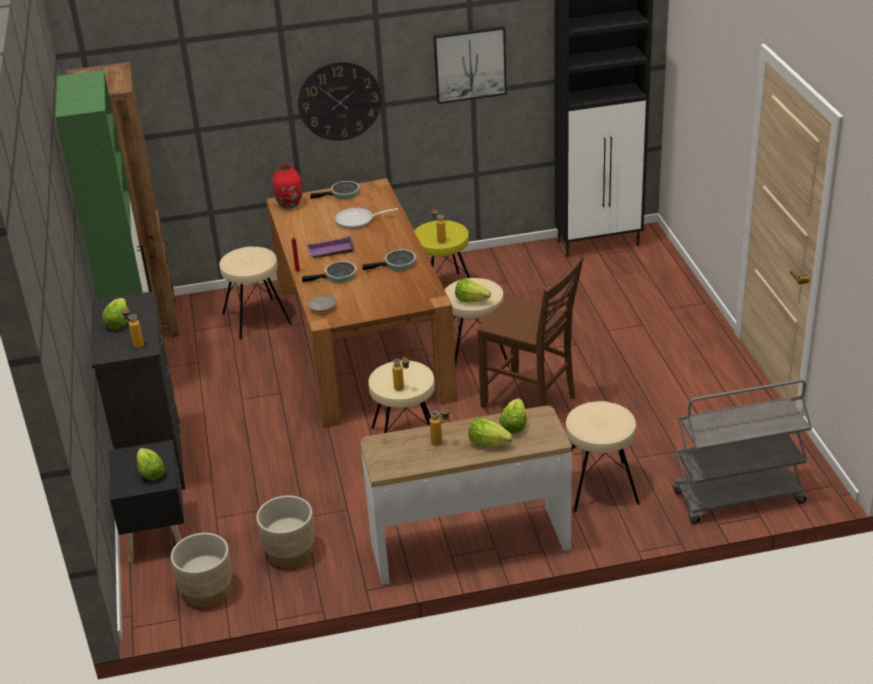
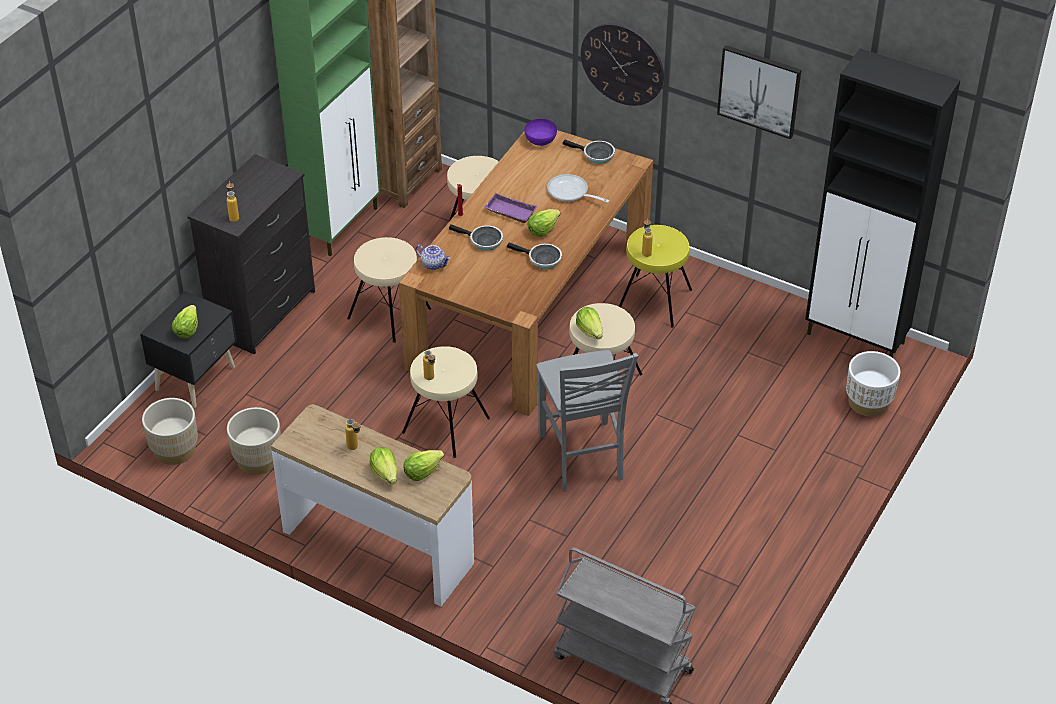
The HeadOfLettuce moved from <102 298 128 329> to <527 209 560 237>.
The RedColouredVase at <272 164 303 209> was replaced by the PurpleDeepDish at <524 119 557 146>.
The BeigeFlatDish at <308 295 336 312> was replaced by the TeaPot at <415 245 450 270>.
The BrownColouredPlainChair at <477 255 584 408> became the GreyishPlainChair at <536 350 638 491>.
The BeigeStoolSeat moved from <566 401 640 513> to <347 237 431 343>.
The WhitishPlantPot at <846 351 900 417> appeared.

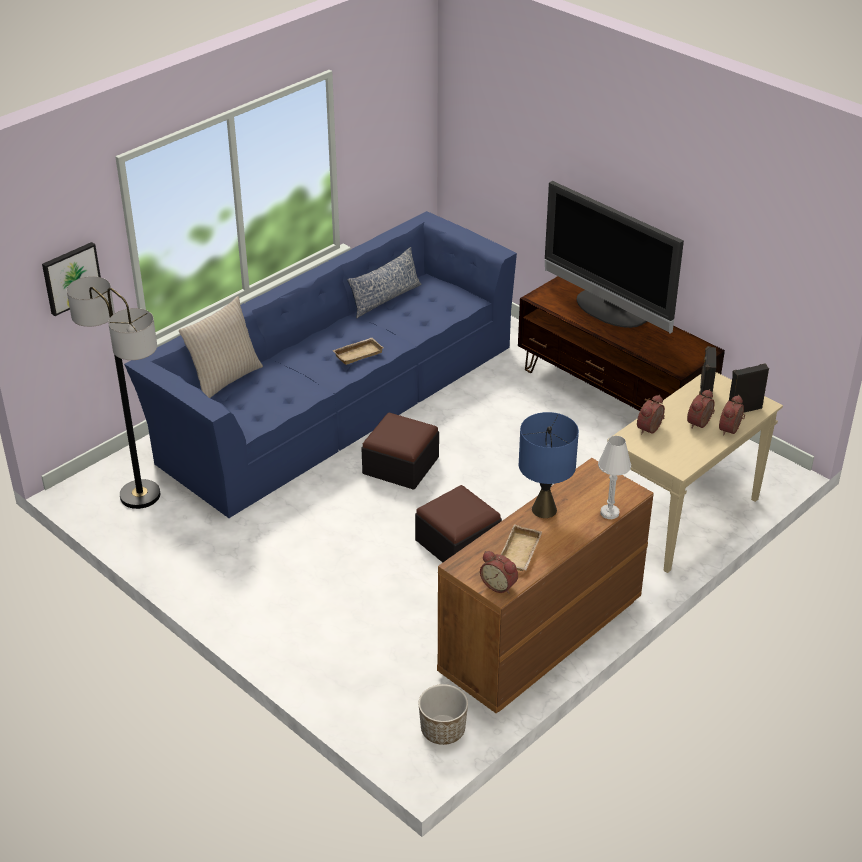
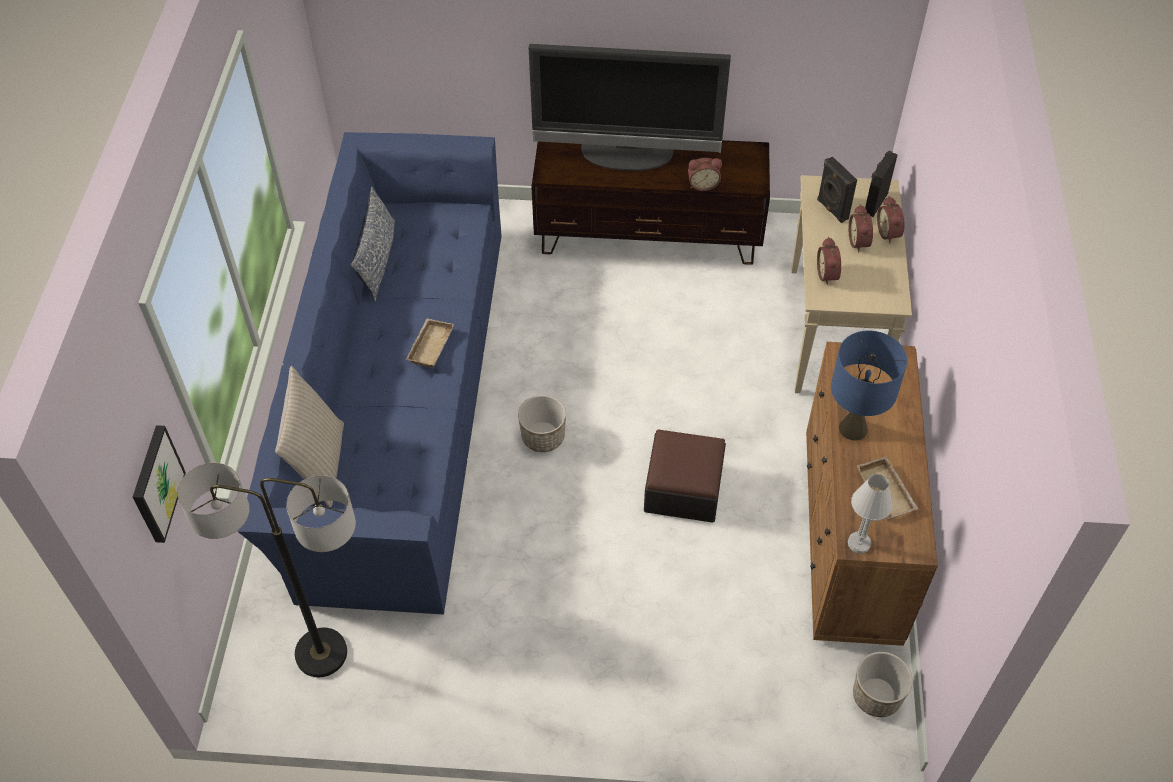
The Pouffe at <361 413 439 490> was replaced by the PlantPot at <518 395 566 452>.
The AlarmClock moved from <480 551 518 594> to <688 158 722 191>.
The WhitishTabletopLamp moved from <598 436 631 519> to <848 474 892 553>.

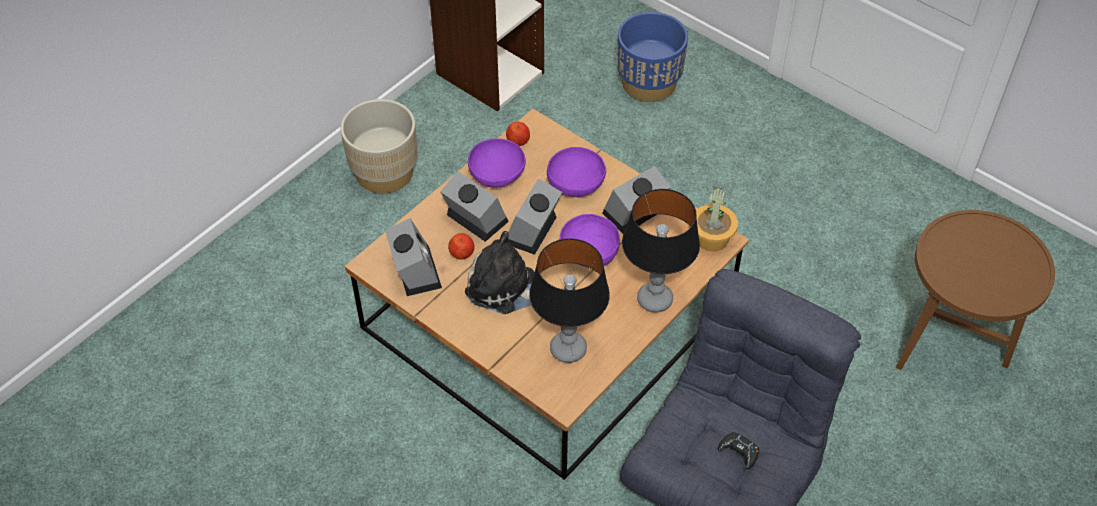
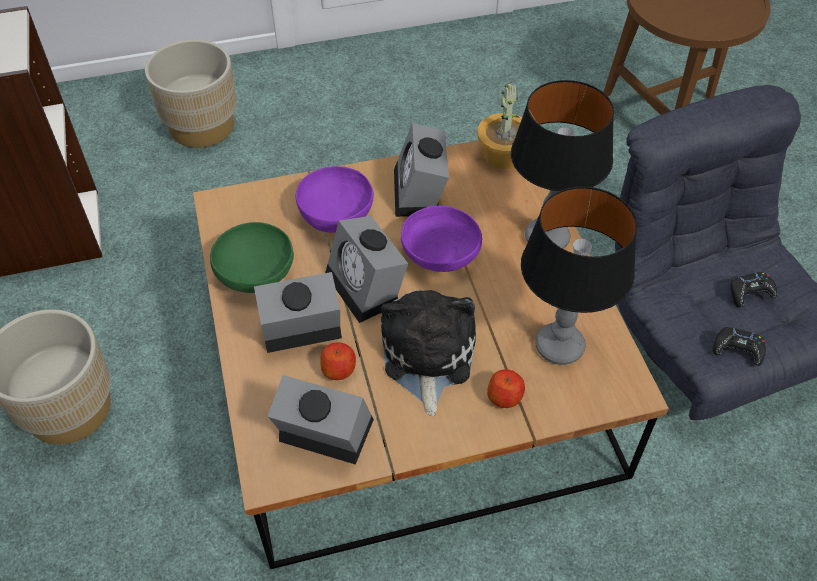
The PlushToy at <465 231 535 314> turned 120 degrees clockwise.
The PurpleDeepDish at <468 138 526 187> became the GreenColouredDeepDish at <210 222 294 293>.
The AppleFruit moved from <506 121 530 146> to <487 369 525 408>.
The BlueColouredPlantPot at <617 12 688 102> became the BeigePlantPot at <145 39 237 148>.
The BlackishGamepad at <713 327 766 366> appeared.

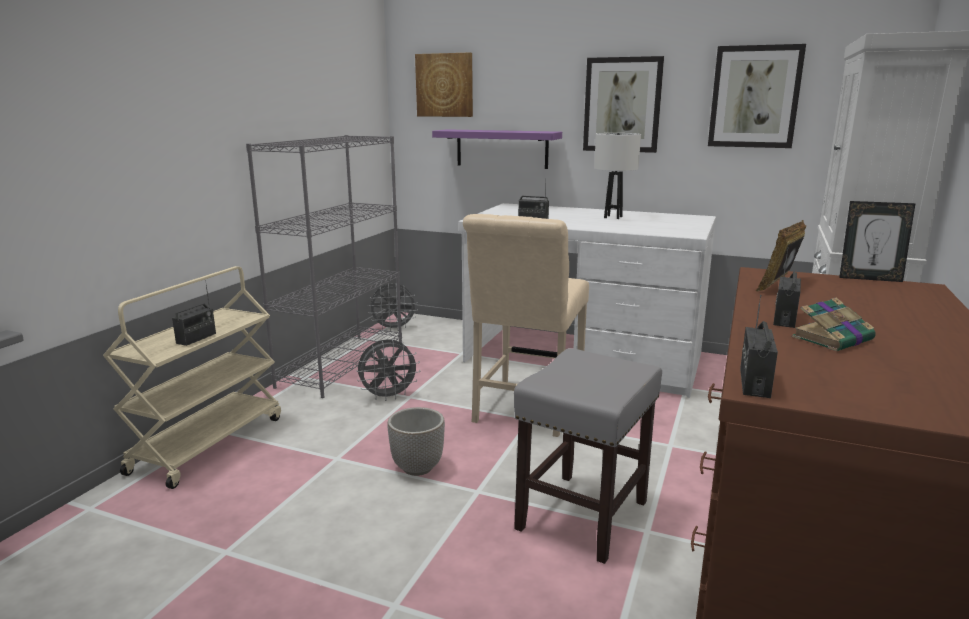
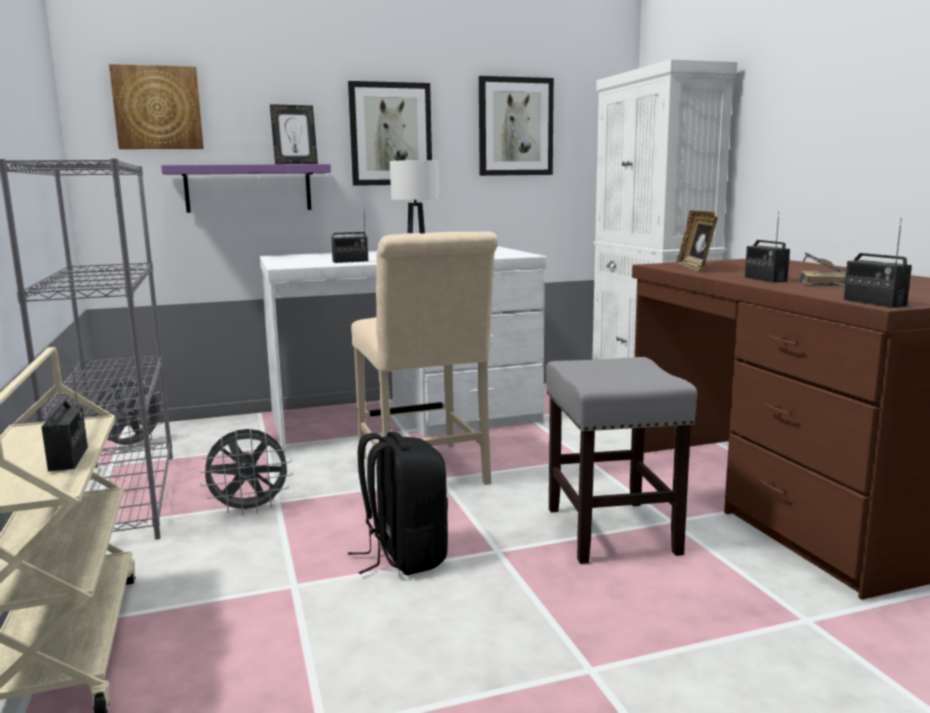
The GreyishElectricFan at <356 339 420 401> turned 45 degrees clockwise.
The PlantPot at <387 407 445 476> was replaced by the BlackishKnapsack at <348 432 448 575>.
The PictureFrame moved from <839 201 916 282> to <270 104 318 164>.

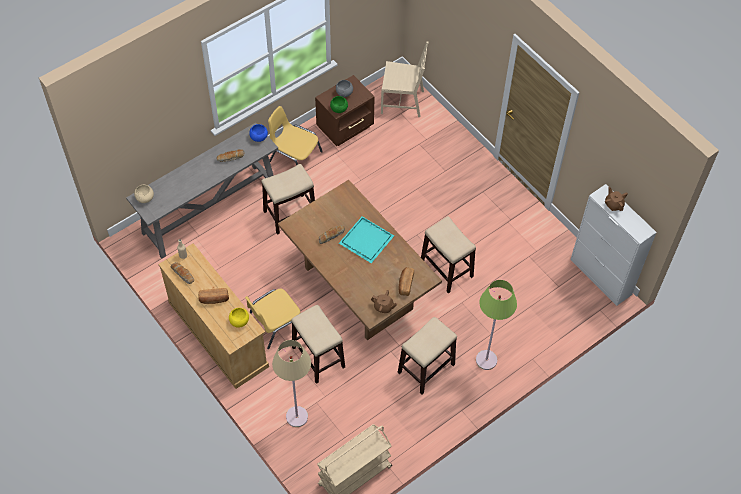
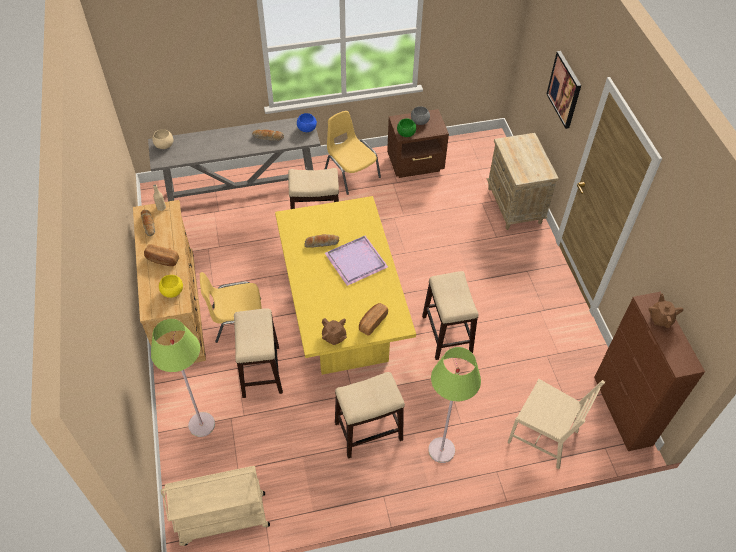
The BeigeFloorLamp at <272 340 311 427> became the GreenColouredFloorLamp at <151 319 215 437>.
The BrownColouredKitchenTable at <278 180 442 340> became the YellowColouredKitchenTable at <275 196 416 375>.
The BlueGreenServingTray at <339 216 394 263> became the PurpleServingTray at <325 235 388 286>.
The BeigePlainChair moved from <381 42 429 117> to <507 379 605 469>.
The WhitishCabinet at <570 184 657 306> became the BrownColouredCabinet at <594 292 705 451>.
The BeigeNightTable at <486 133 559 230> appeared.
The WallPicture at <547 51 581 129> appeared.

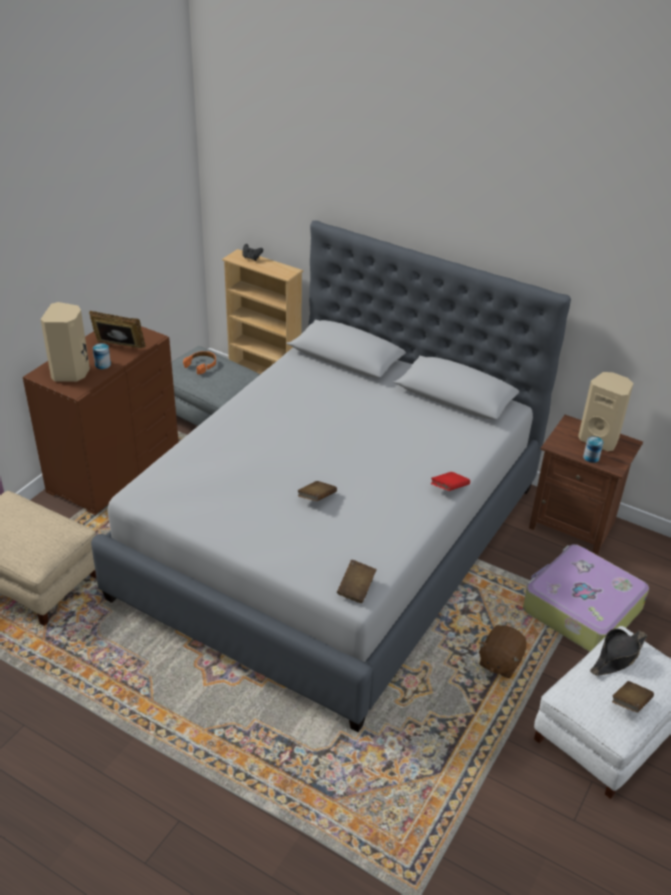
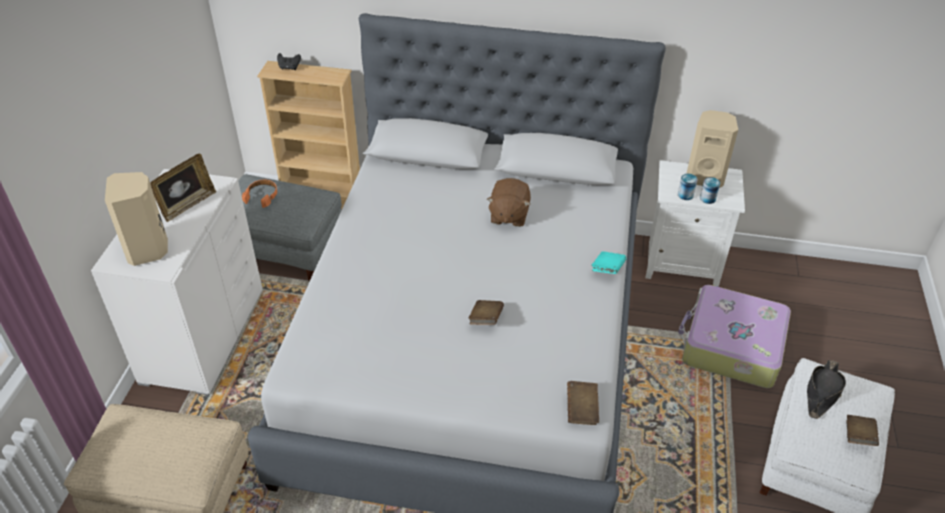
The BrownColouredDresser at <23 326 179 515> became the WhitishDresser at <91 169 263 395>.
The PictureFrame at <89 311 146 348> turned 135 degrees clockwise.
The MetalCan moved from <93 343 111 369> to <678 174 698 200>.
The RedColouredVolume at <431 472 470 491> became the BlueGreenVolume at <592 251 626 274>.
The BrownColouredPlushToy moved from <479 625 526 678> to <487 178 531 227>.
The BrownColouredNightTable at <529 415 643 555> became the WhitishNightTable at <645 160 745 287>.

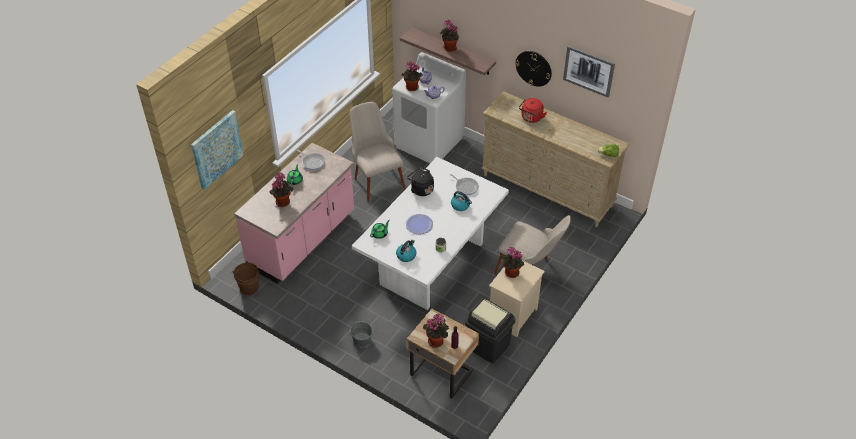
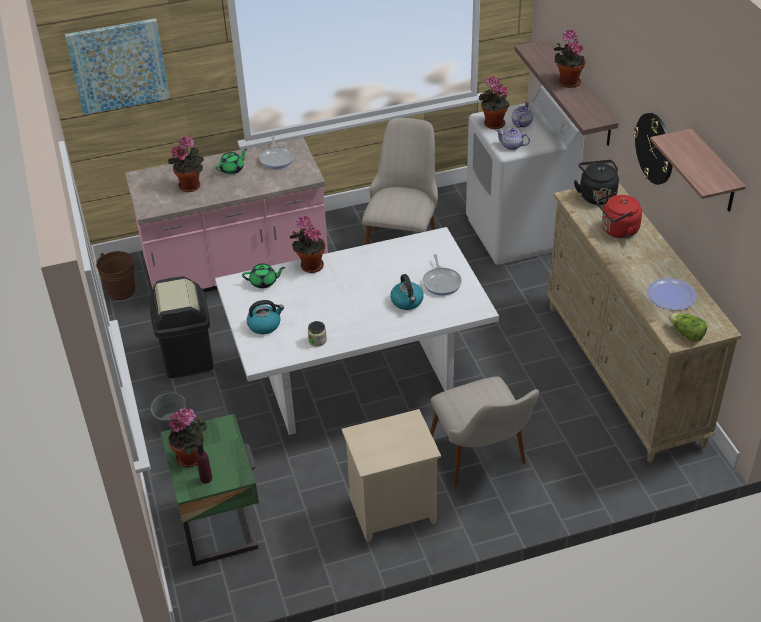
The FlatDish moved from <406 214 433 234> to <647 278 696 310>.
The BlackishKettle moved from <407 167 434 196> to <574 160 619 205>.
The BeigeNightTable at <407 309 479 399> became the GreenColouredNightTable at <161 414 259 566>.
The BlackishWasteBin moved from <465 299 515 364> to <149 276 214 378>.
The PlantInAPot moved from <501 246 525 278> to <290 216 325 273>.
The WallPicture at <563 45 615 98> was replaced by the Shelf at <650 128 746 212>.

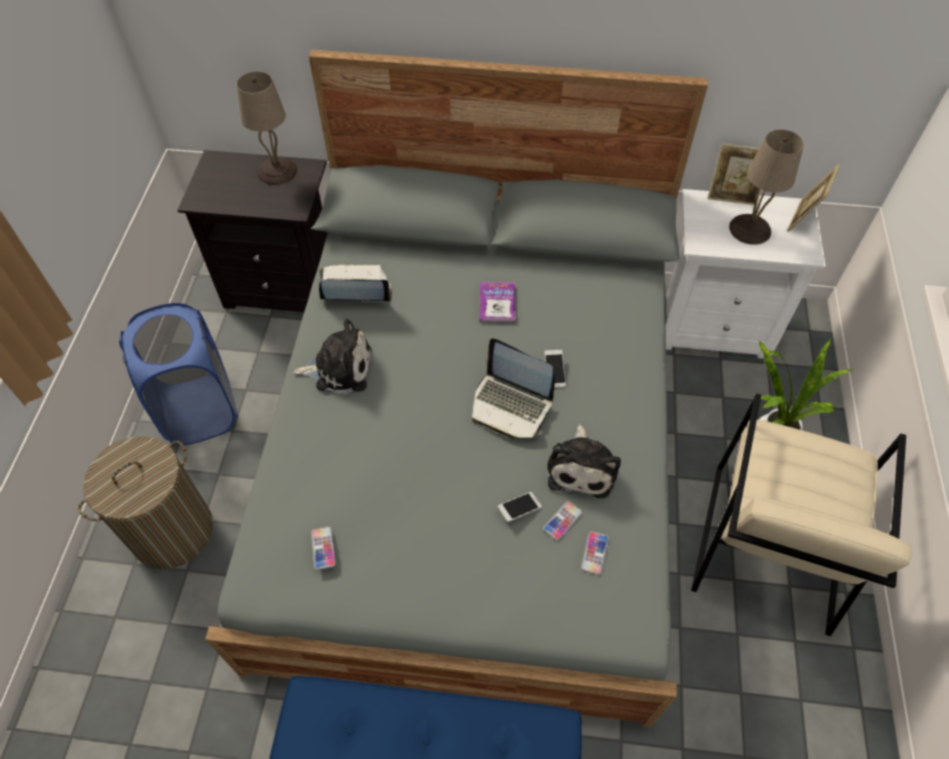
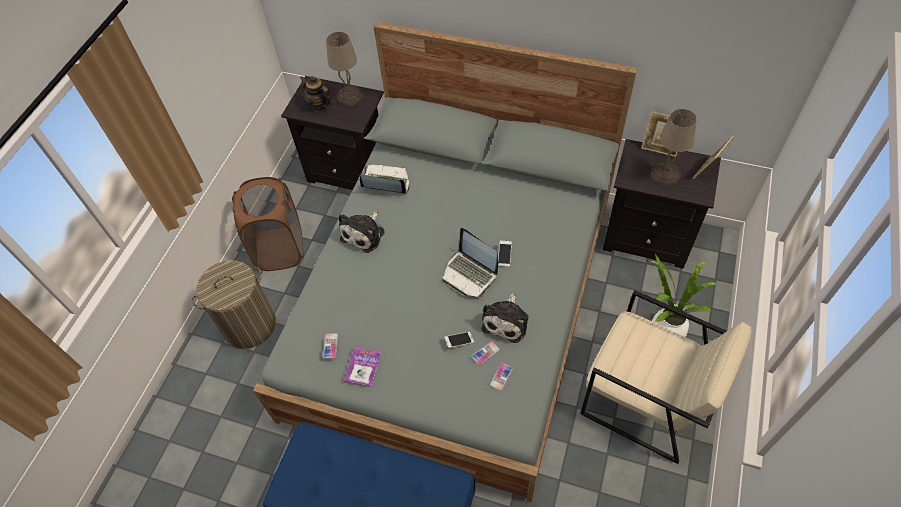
The BlueColouredLaundryBasket at <119 303 238 445> became the BrownColouredLaundryBasket at <232 177 304 271>.
The PlushToy at <293 319 372 395> turned 105 degrees clockwise.
The Volume moved from <480 282 516 322> to <344 347 381 387>.
The WhitishNightTable at <666 189 826 359> became the BlackishNightTable at <603 139 721 269>.
The BeigeArmchair at <691 393 912 636> turned 90 degrees counterclockwise.
The TeaPot at <300 76 333 111> appeared.

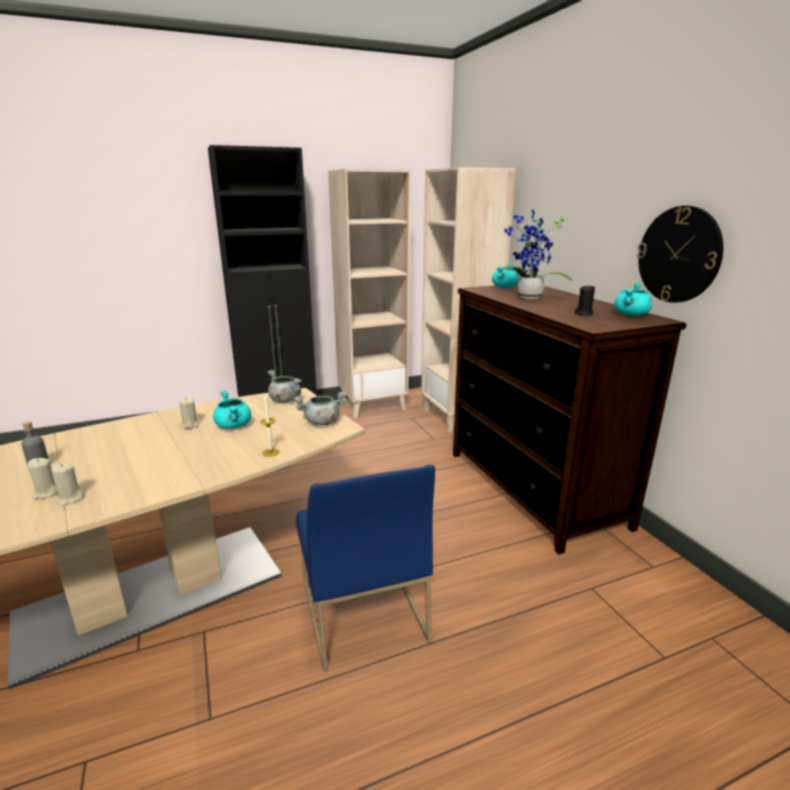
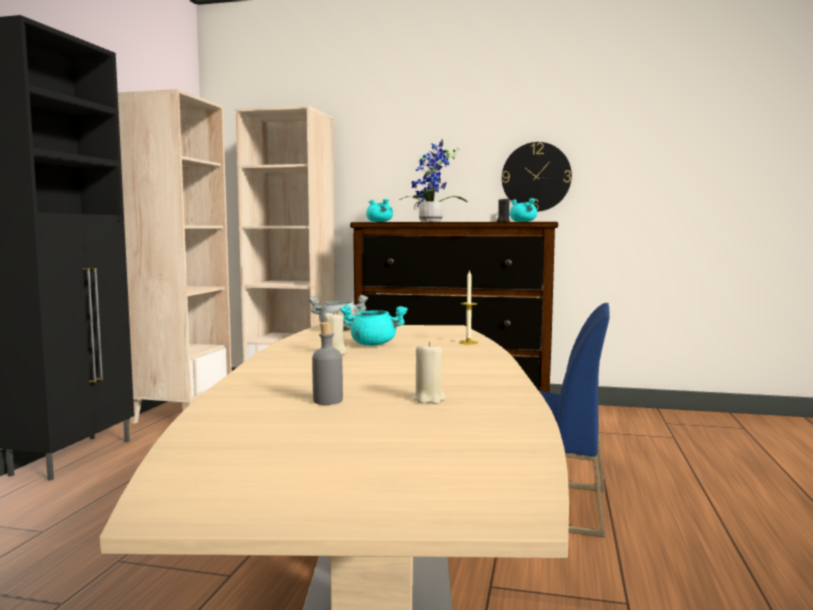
The BeigeWaxLight at <51 463 85 506> disappeared.
The GreyishCookingPot at <294 392 346 425> disappeared.

